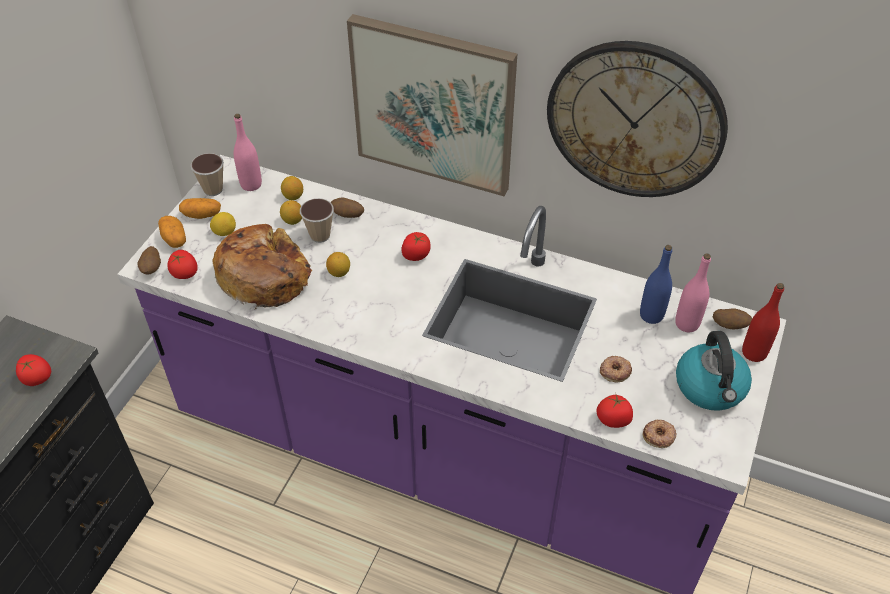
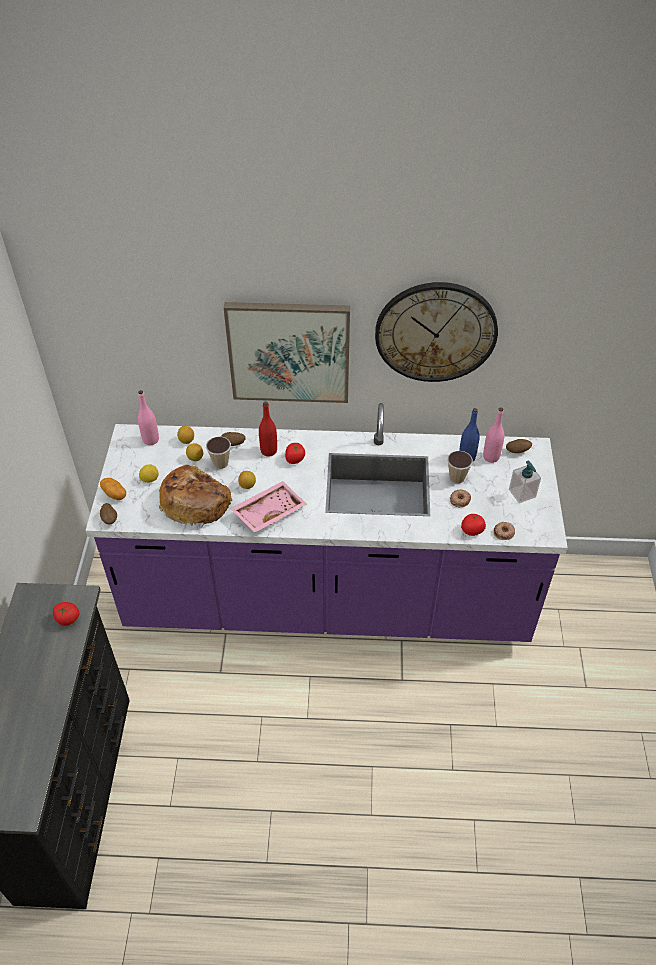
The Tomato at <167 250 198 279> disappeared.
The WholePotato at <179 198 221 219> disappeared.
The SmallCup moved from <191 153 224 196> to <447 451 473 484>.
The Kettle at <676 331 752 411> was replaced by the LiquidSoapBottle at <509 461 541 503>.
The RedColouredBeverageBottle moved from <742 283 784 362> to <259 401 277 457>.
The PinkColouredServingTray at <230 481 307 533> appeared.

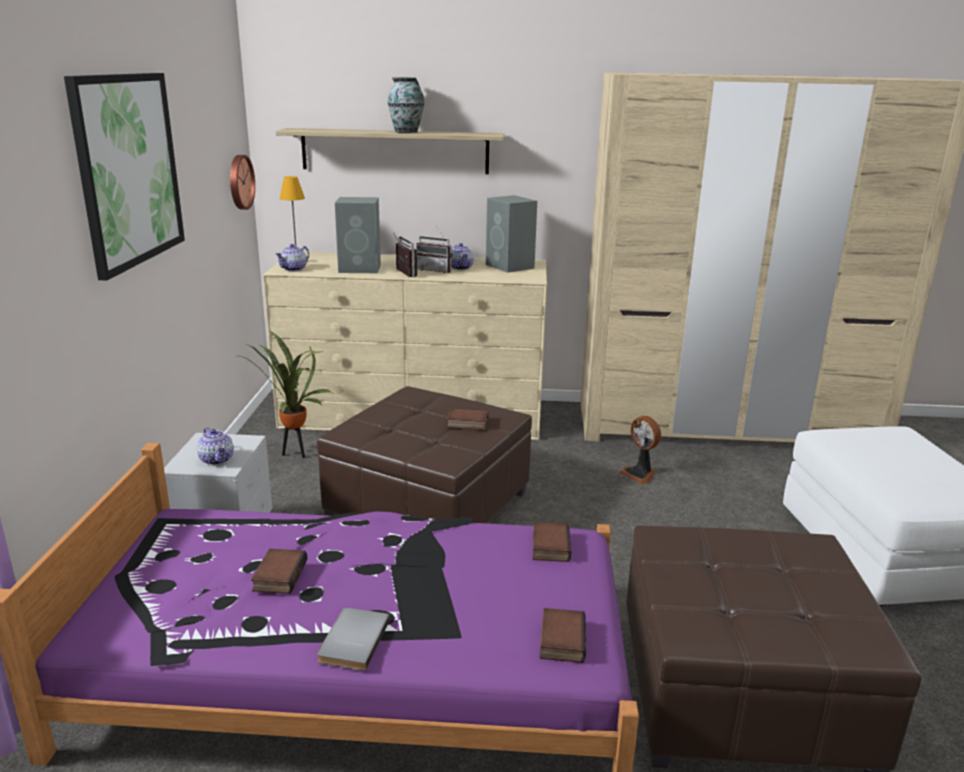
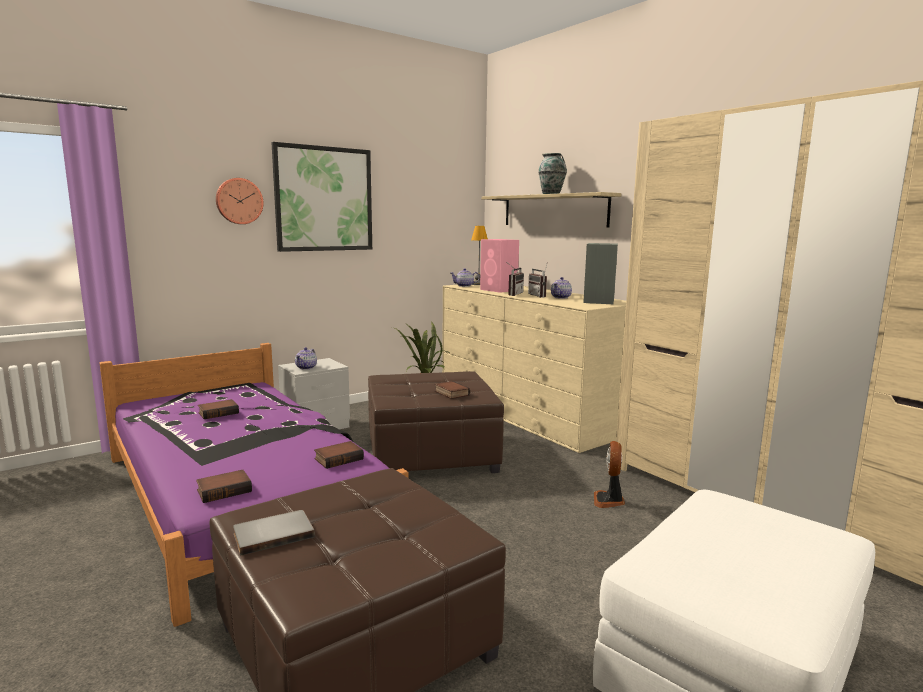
The HangingClock moved from <230 155 255 210> to <216 178 263 224>.
The GreyishVolume moved from <317 607 390 671> to <233 510 315 556>.
The GreyishSpeaker at <335 197 381 273> became the PinkColouredSpeaker at <480 239 519 293>.

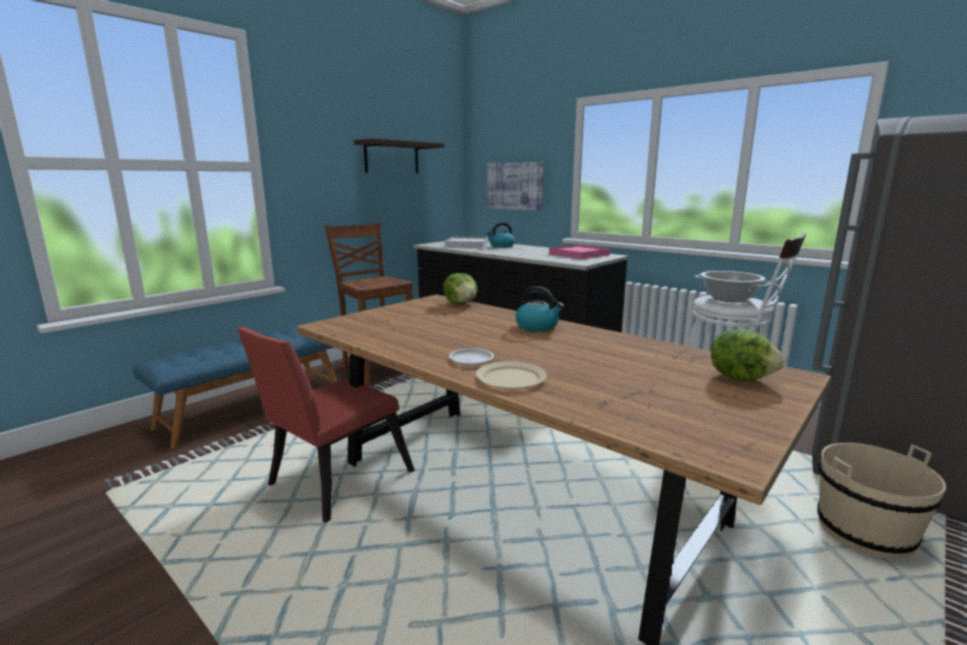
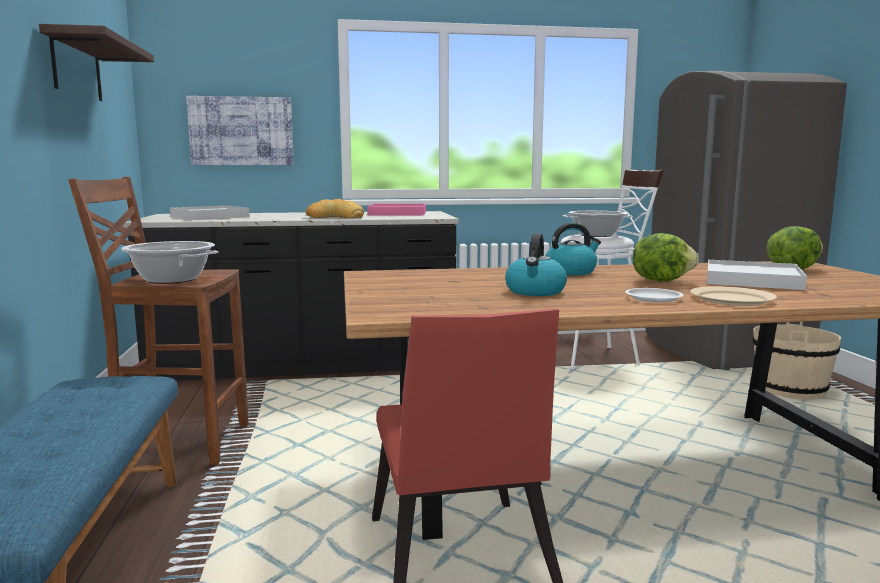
The HeadOfLettuce moved from <443 273 478 305> to <633 233 699 282>.
The Kettle moved from <487 222 515 248> to <505 233 567 296>.
The CookingPot at <122 241 219 284> appeared.
The Bread at <306 199 364 218> appeared.
The WhitishServingTray at <707 260 807 290> appeared.

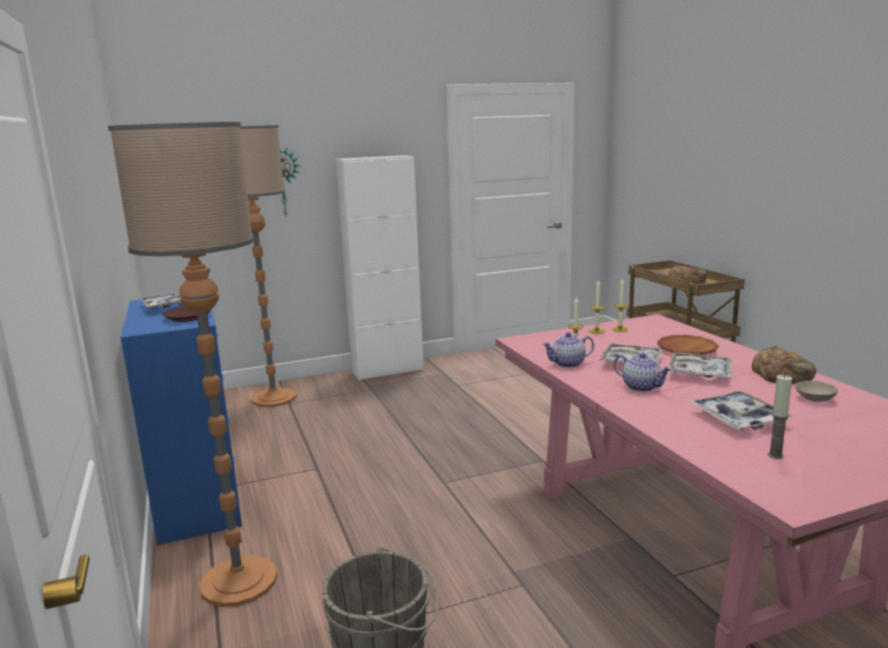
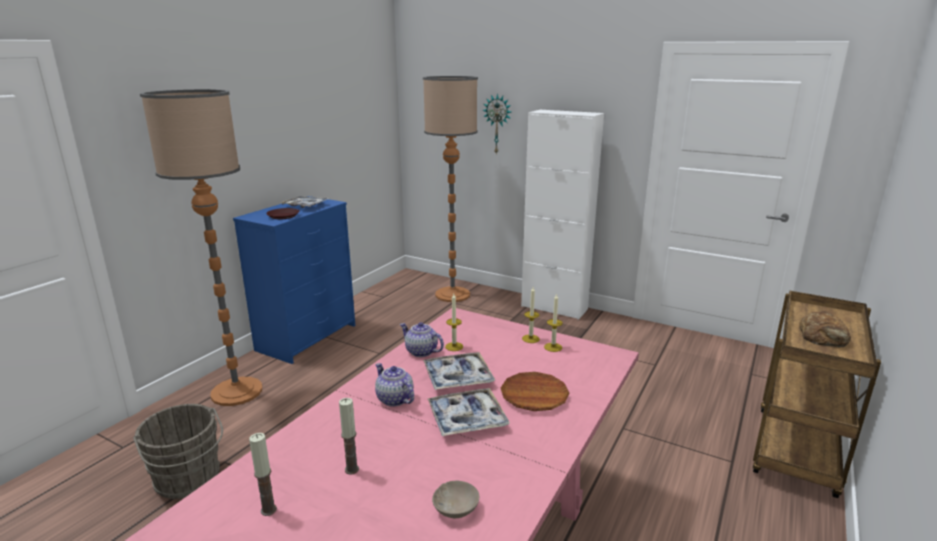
The TeaPot at <614 353 672 392> turned 135 degrees clockwise.
The ServingTray at <690 391 794 430> was replaced by the WaxLight at <339 398 359 475>.
The Bread at <752 346 816 384> disappeared.

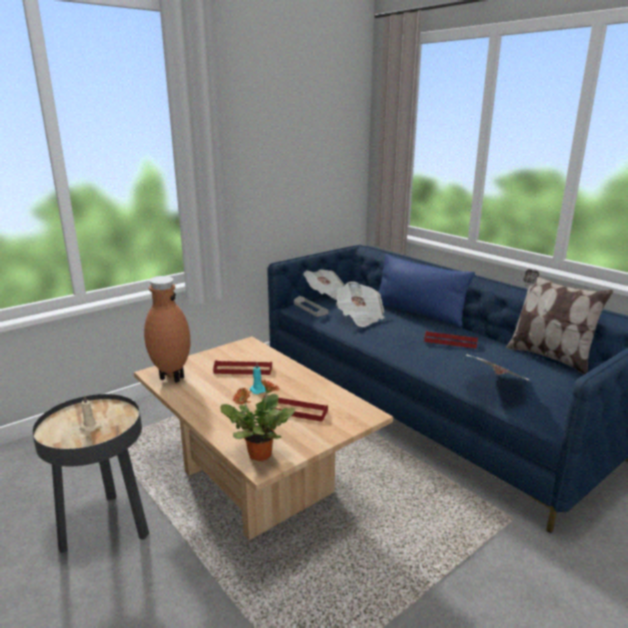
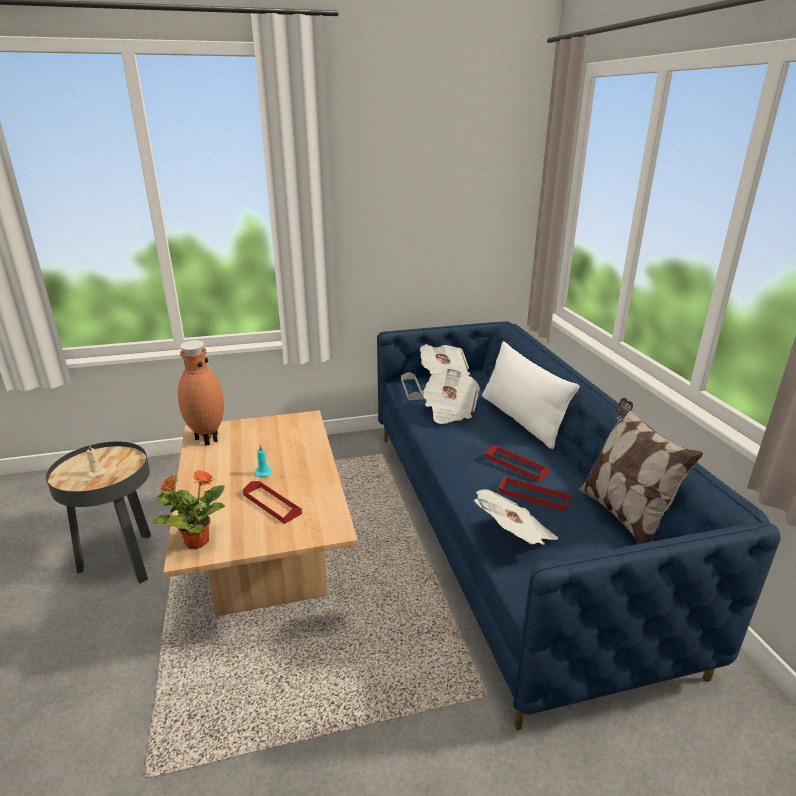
The RedColouredServingTray moved from <213 360 272 375> to <499 477 571 511>.
The BlueColouredCushion at <378 254 475 327> became the WhitishCushion at <482 341 580 449>.

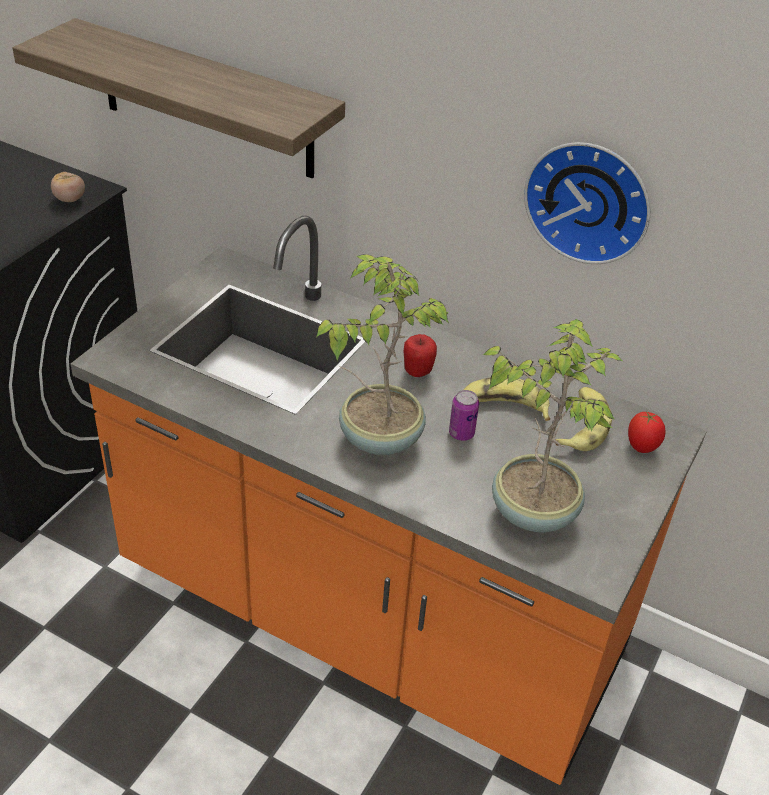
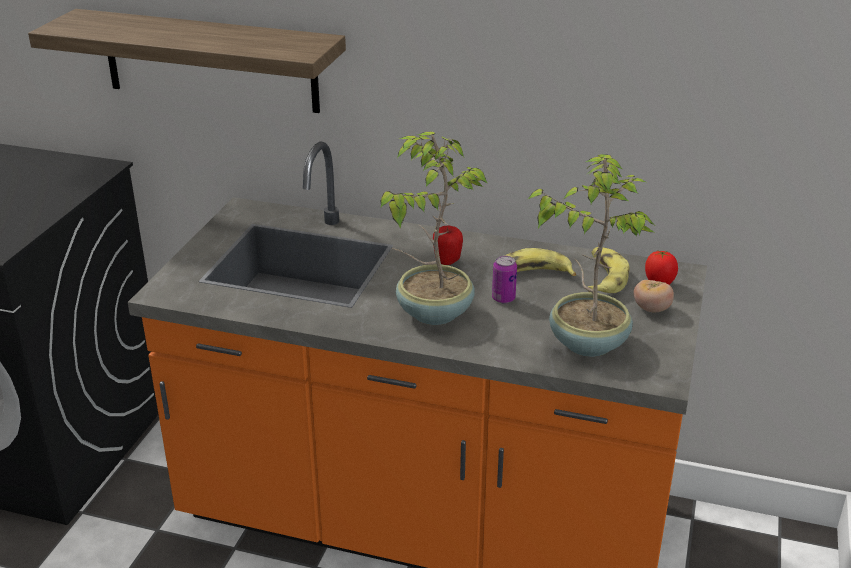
The Tomato moved from <51 172 85 202> to <633 280 674 312>.
The HangingClock at <524 142 651 264> disappeared.

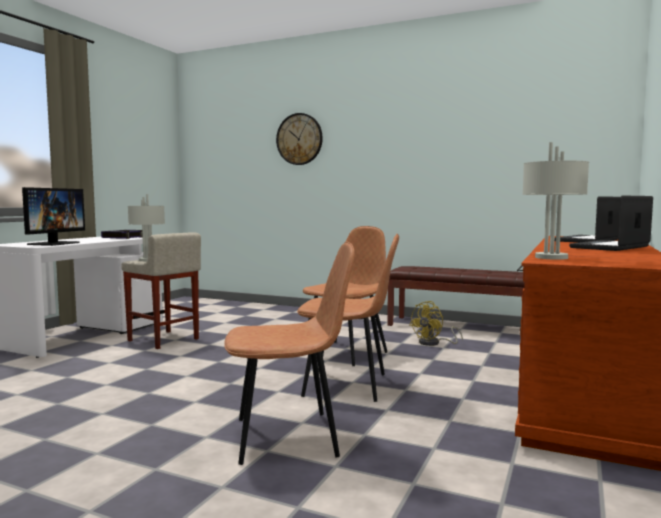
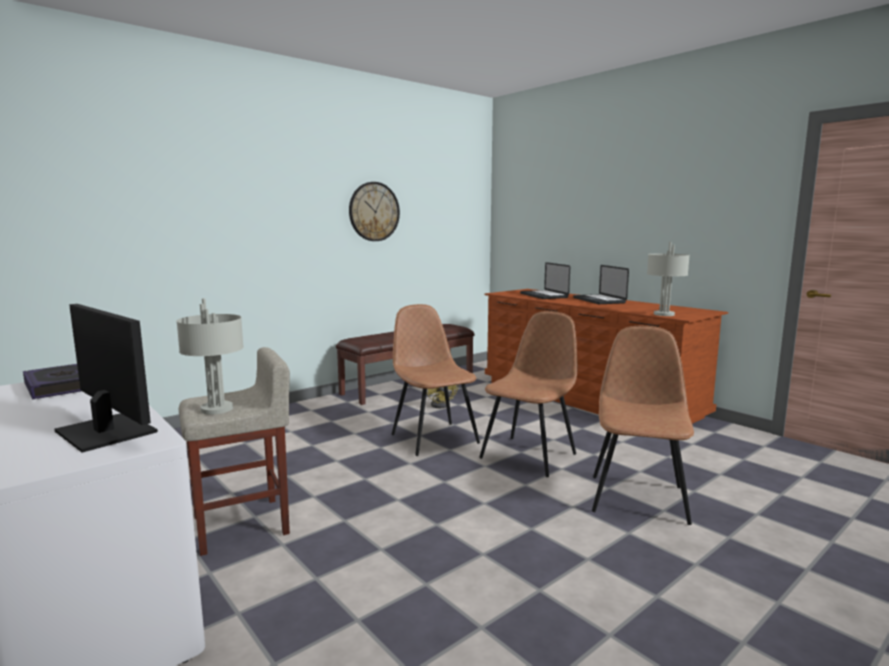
The HangingClock moved from <276 113 323 165> to <349 182 400 241>.

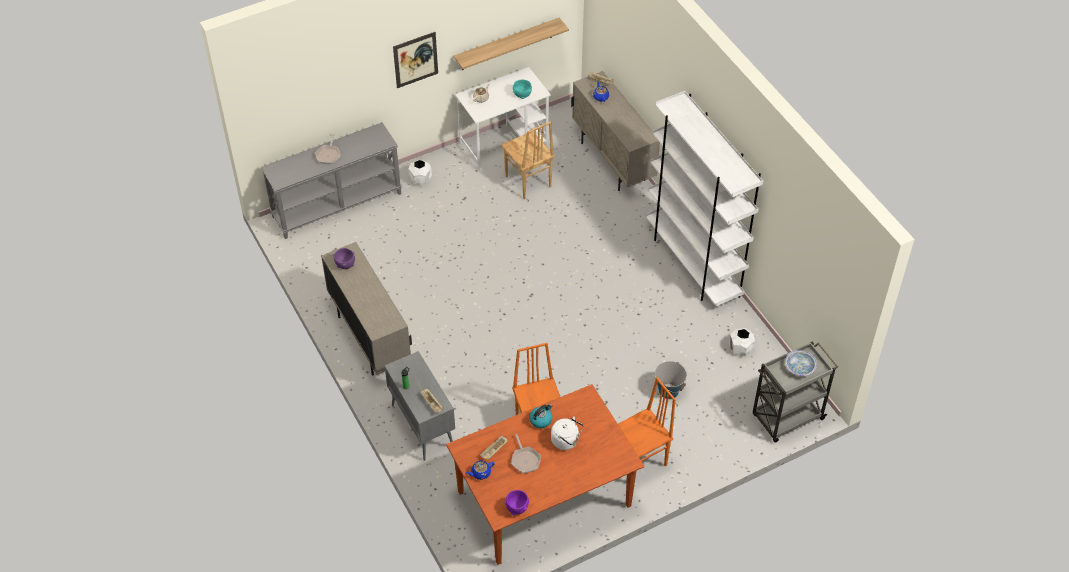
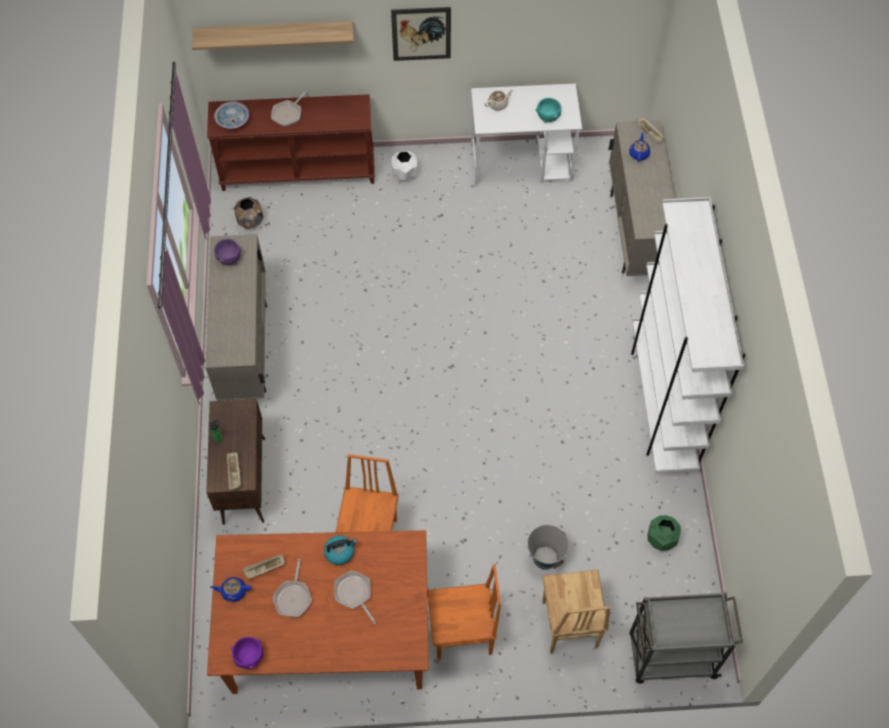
The GreyishConsoleTable at <261 122 402 239> became the BrownColouredConsoleTable at <207 94 375 191>.
The GreyishCabinet at <384 351 455 461> became the BrownColouredCabinet at <206 399 265 525>.
The Shelf moved from <454 18 569 70> to <192 21 353 50>.
The BrownColouredPlainChair moved from <501 121 555 199> to <542 570 610 654>.
The WhitishKettle at <551 417 584 450> was replaced by the Pan at <334 570 376 624>.
The WhitishPlantPot at <729 328 755 355> became the GreenColouredPlantPot at <648 515 681 551>.
The DeepDish moved from <785 350 817 376> to <214 102 249 129>.
The BrownColouredPlantPot at <234 197 263 229> appeared.

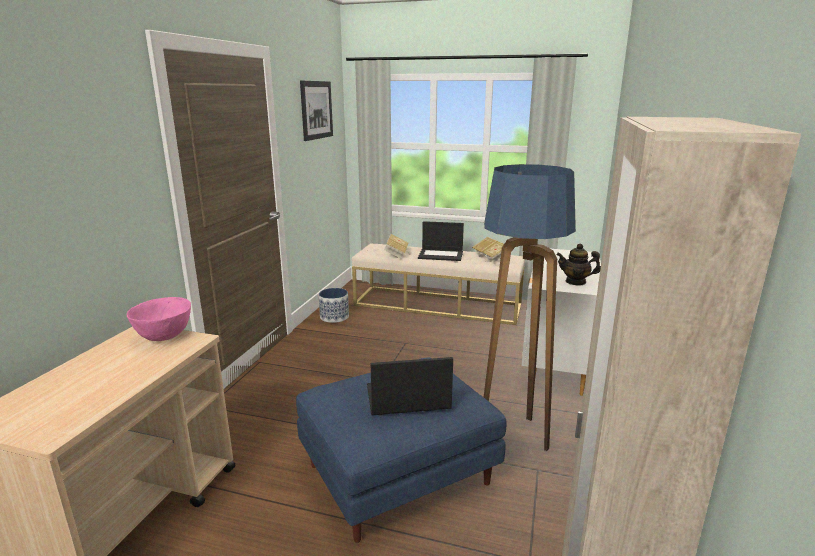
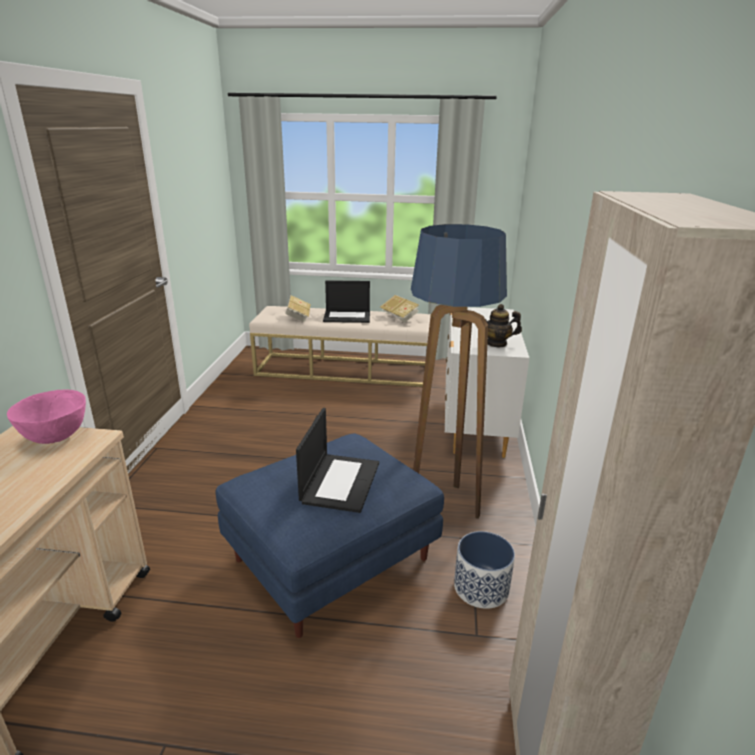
The WallPicture at <300 81 333 141> disappeared.
The PlantPot moved from <319 288 349 323> to <454 531 515 609>.
The PortableComputer at <367 357 453 415> turned 120 degrees clockwise.

